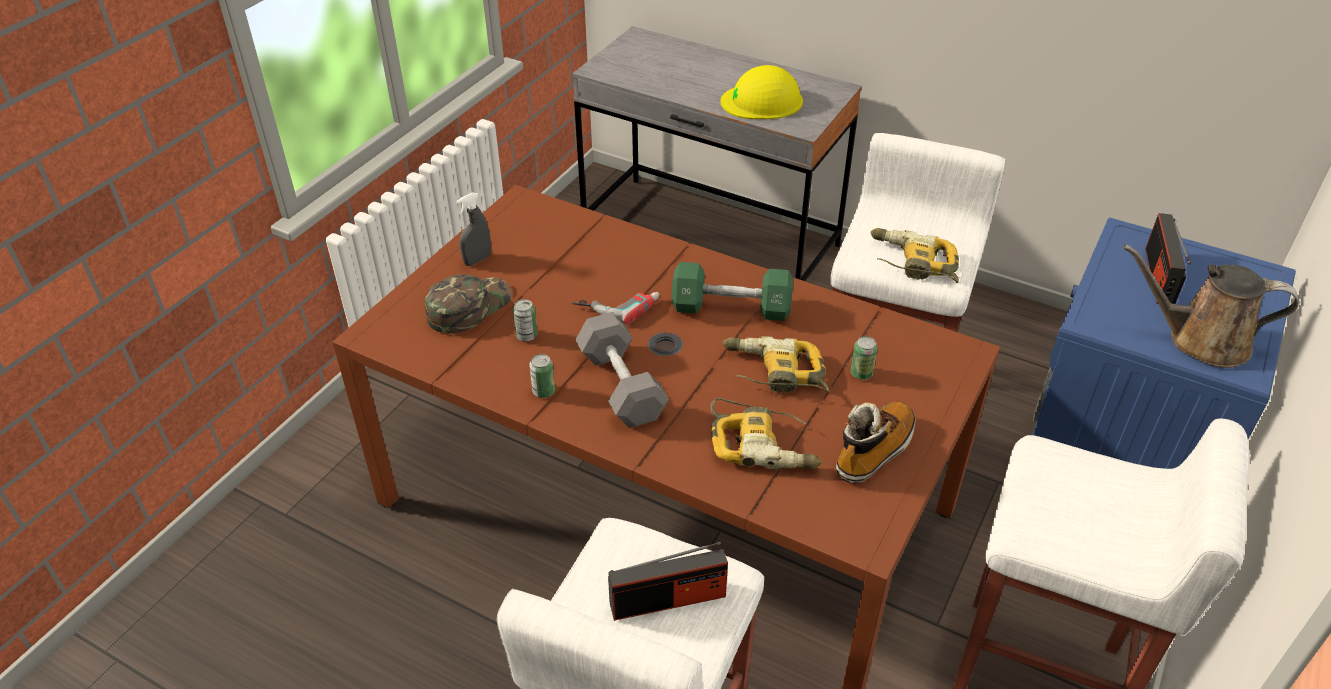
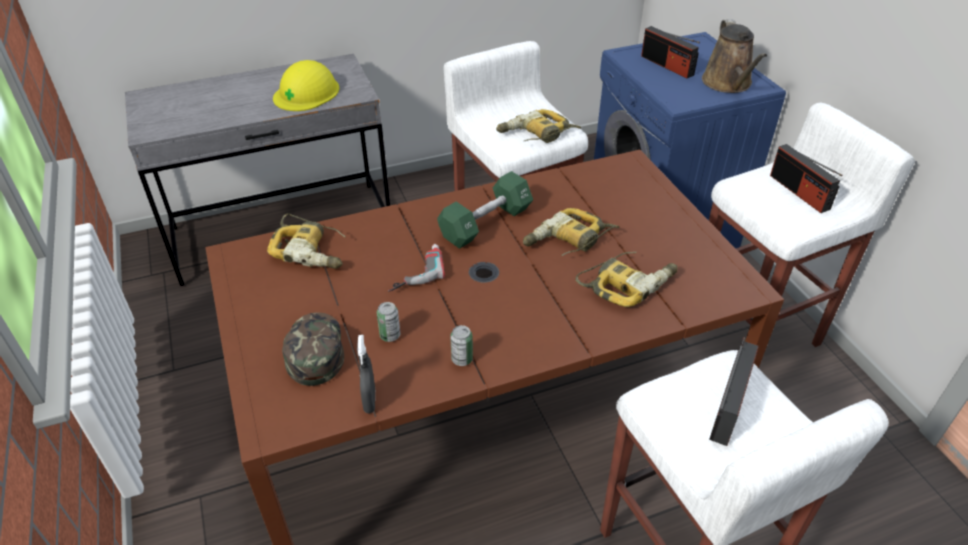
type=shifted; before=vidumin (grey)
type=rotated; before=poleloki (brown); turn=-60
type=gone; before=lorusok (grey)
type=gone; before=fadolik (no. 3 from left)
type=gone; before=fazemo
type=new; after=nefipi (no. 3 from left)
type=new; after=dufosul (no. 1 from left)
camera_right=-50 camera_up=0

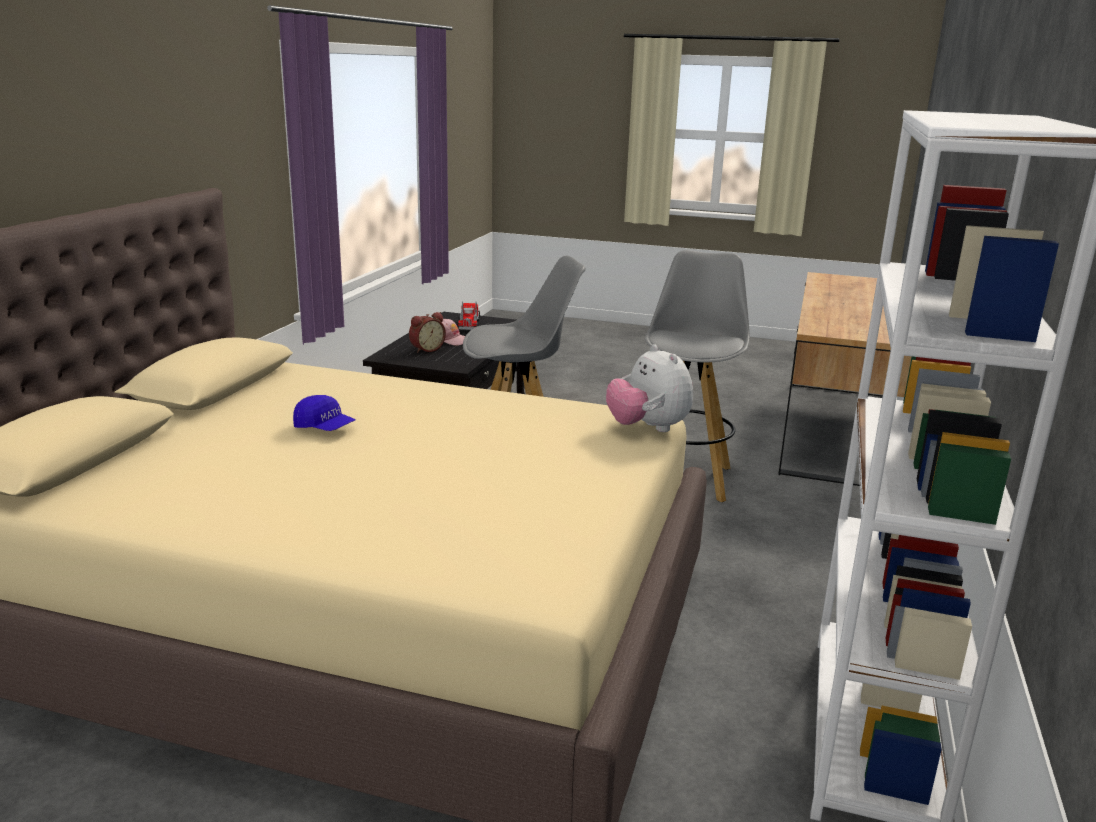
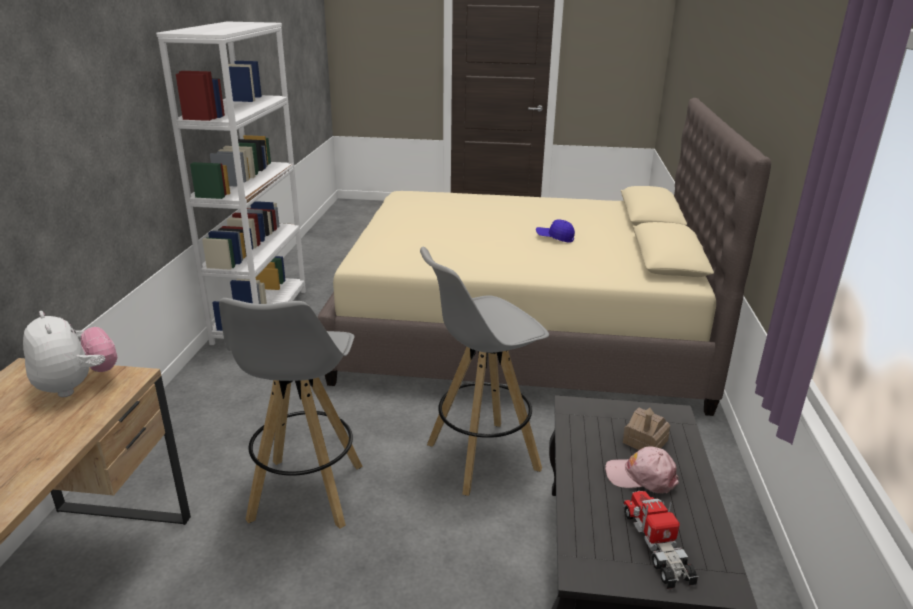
type=swapped; before=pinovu; after=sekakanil
type=shifted; before=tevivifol
camera_right=170 camera_up=5

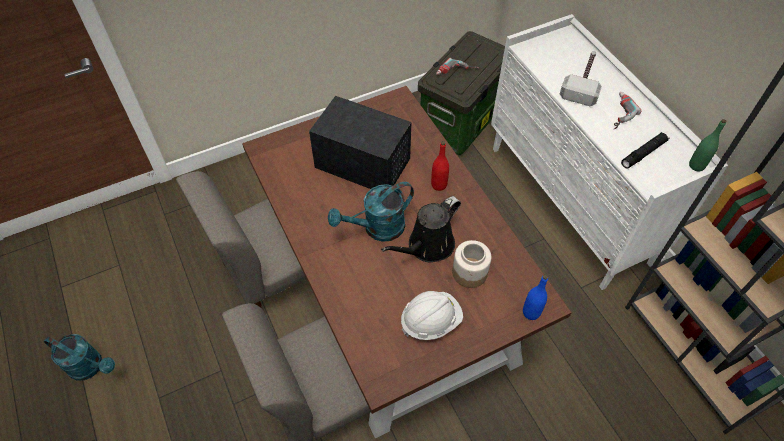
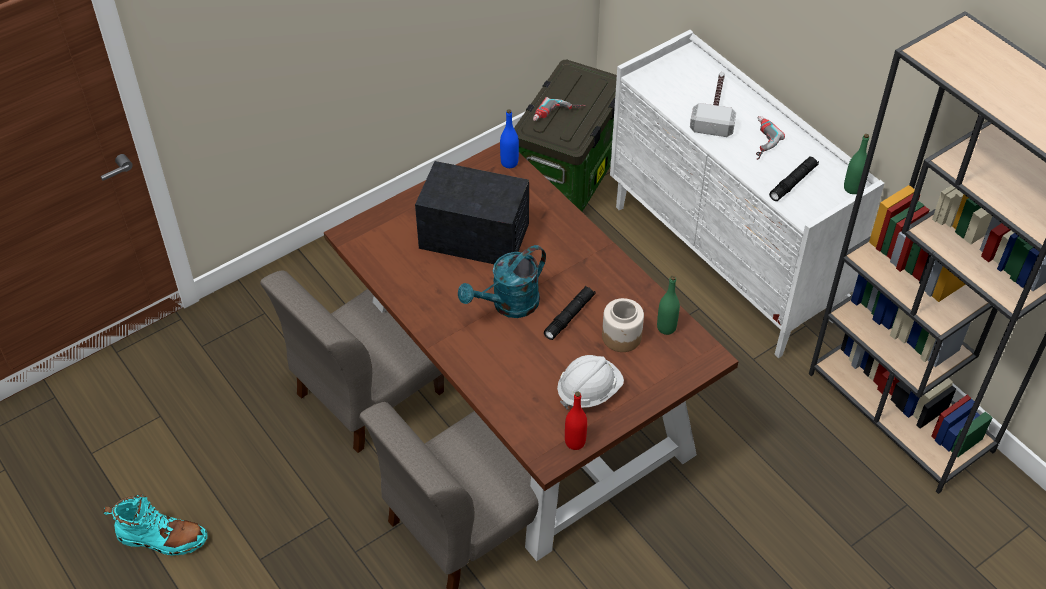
type=shifted; before=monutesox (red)
type=swapped; before=poleloki (black); after=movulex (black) (no. 1 from left)
type=shifted; before=monutesox (blue)
type=swapped; before=poleloki (turquoise) (no. 1 from left); after=fazemo (turquoise)
type=new; after=monutesox (green) (no. 1 from left)
camera_right=-10 camera_up=-5

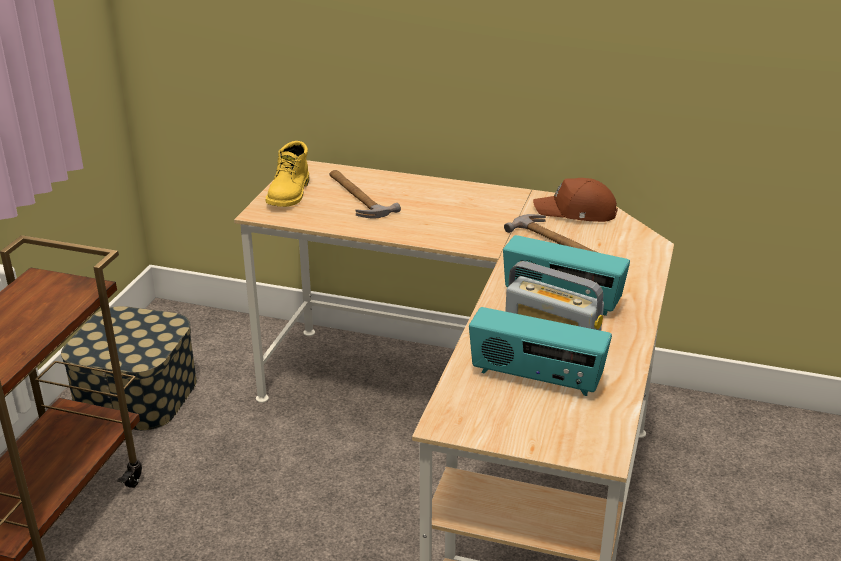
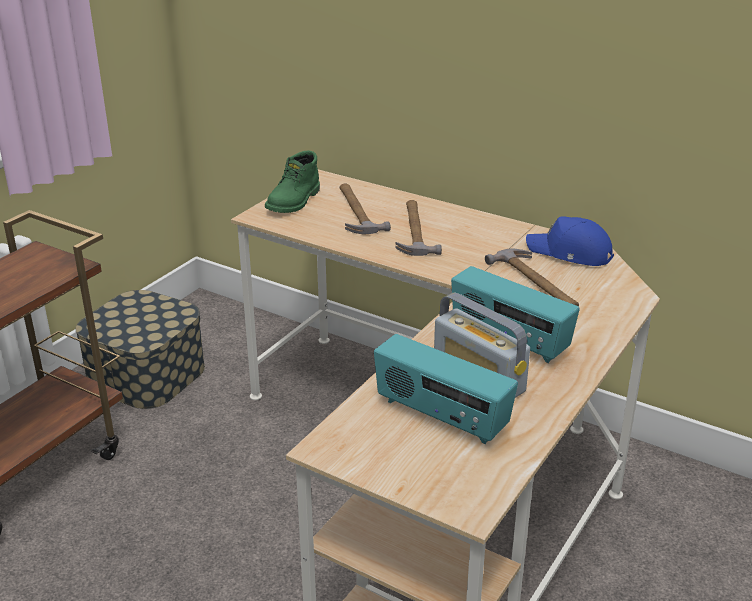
type=repainted; before=fazemo (yellow); after=fazemo (green)
type=repainted; before=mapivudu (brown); after=mapivudu (blue)
type=new; after=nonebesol (no. 2 from left)
camera_right=15 camera_up=0

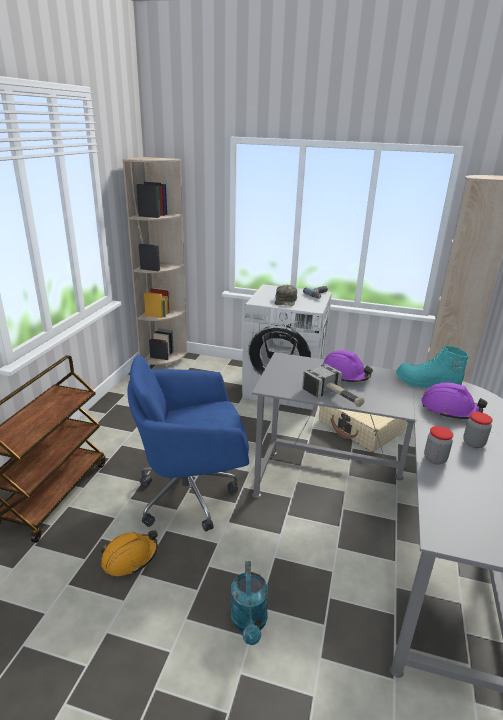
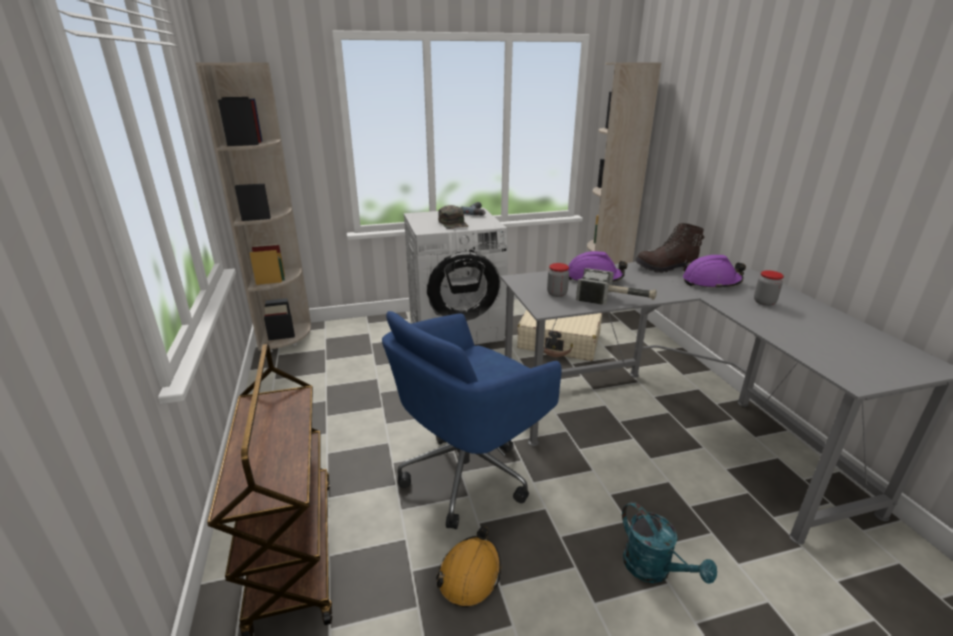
type=repainted; before=fazemo (turquoise); after=fazemo (brown)
type=shifted; before=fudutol (no. 1 from left)
camera_right=-30 camera_up=0

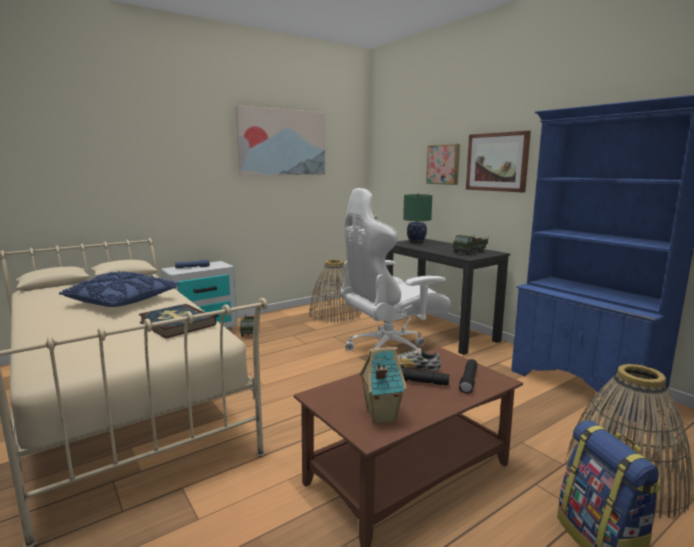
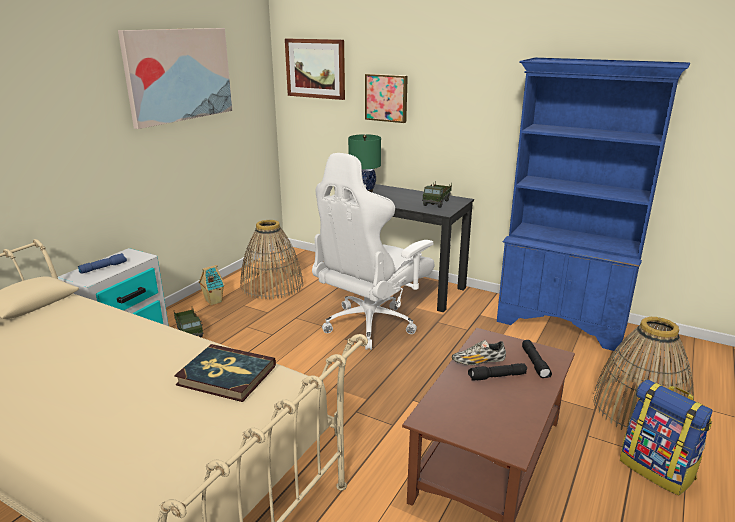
type=shifted; before=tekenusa (no. 3 from left in the first image); after=tekenusa (no. 2 from left)
type=gone; before=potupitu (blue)
type=shifted; before=sekakanil
camera_right=-25 camera_up=10

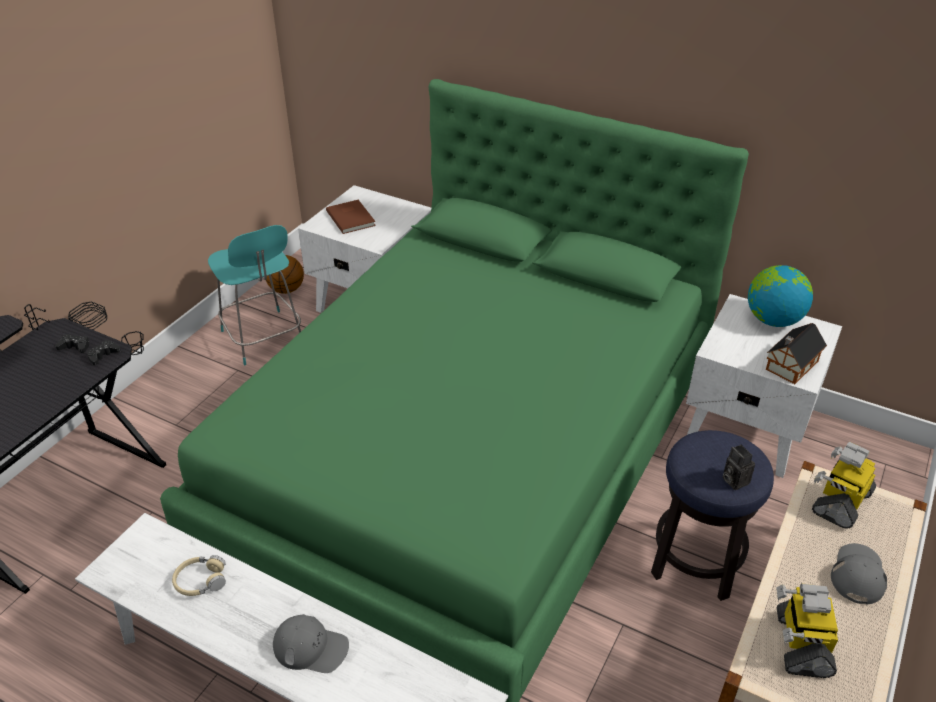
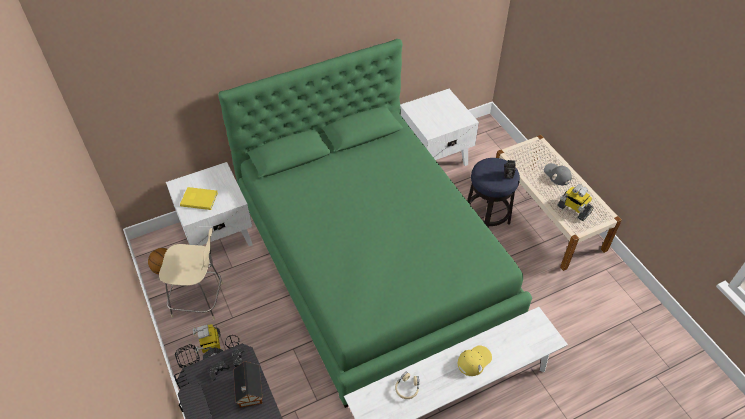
type=repainted; before=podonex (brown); after=podonex (yellow)
type=repainted; before=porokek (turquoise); after=porokek (beige)
type=gone; before=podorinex
type=shifted; before=sekakanil
type=shifted; before=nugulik (no. 2 from left in the first image); after=nugulik (no. 1 from left)
type=repainted; before=mapivudu (grey) (no. 1 from left); after=mapivudu (yellow)
camera_right=-55 camera_up=10

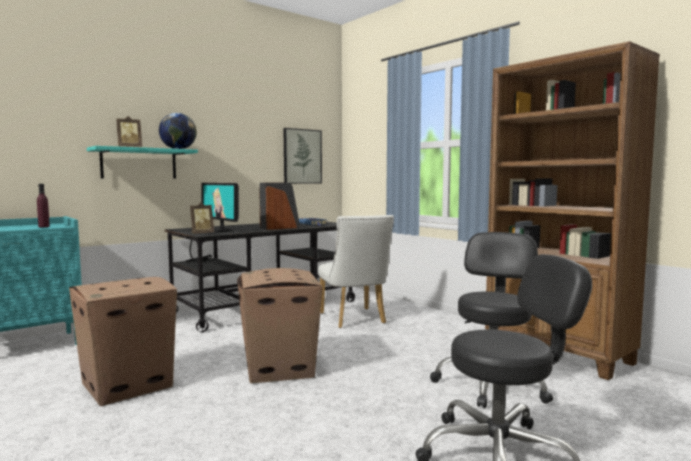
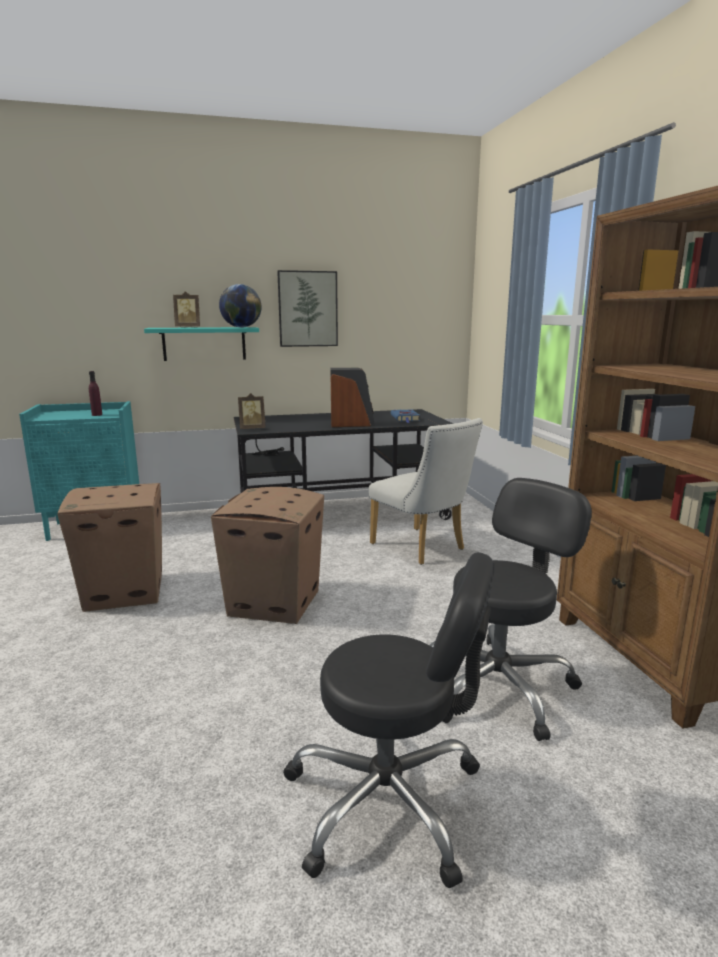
type=shifted; before=tekenusa
type=gone; before=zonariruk
type=rotated; before=porokek (white); turn=-45
camera_right=25 camera_up=10

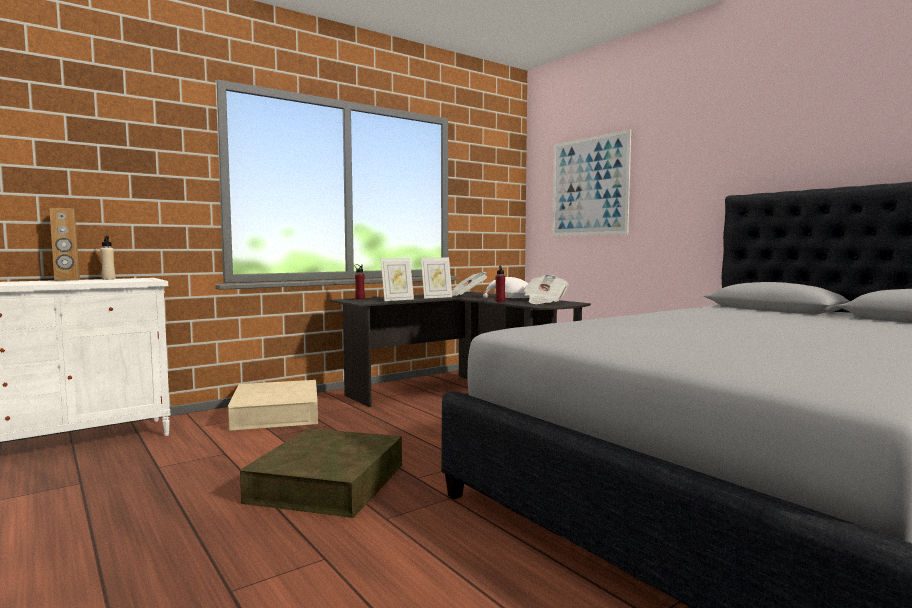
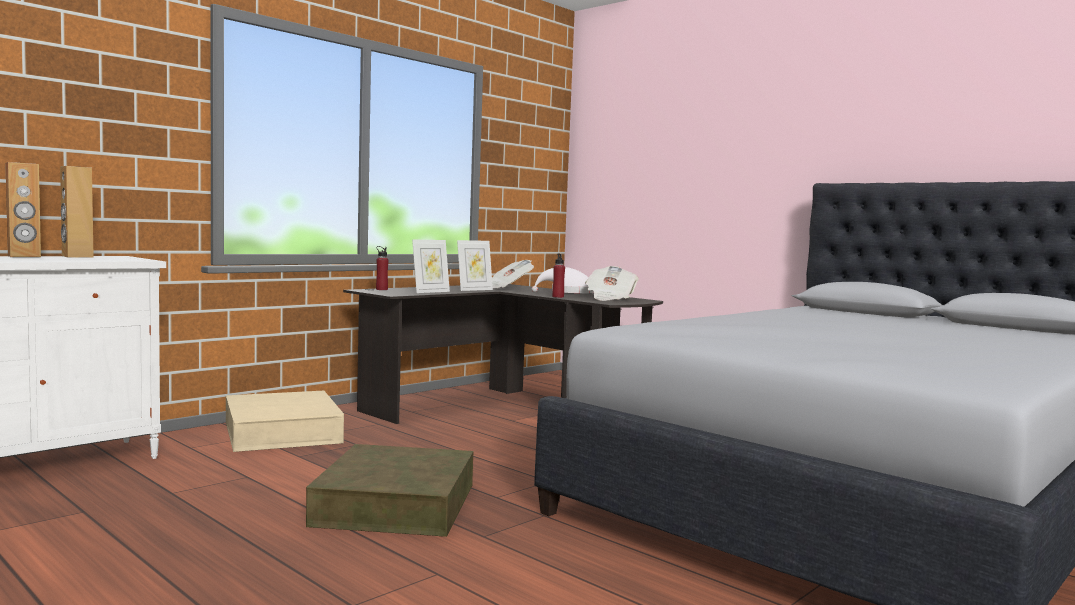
type=gone; before=tekenusa
type=swapped; before=monutesox (beige); after=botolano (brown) (no. 2 from left)
camera_right=-10 camera_up=0

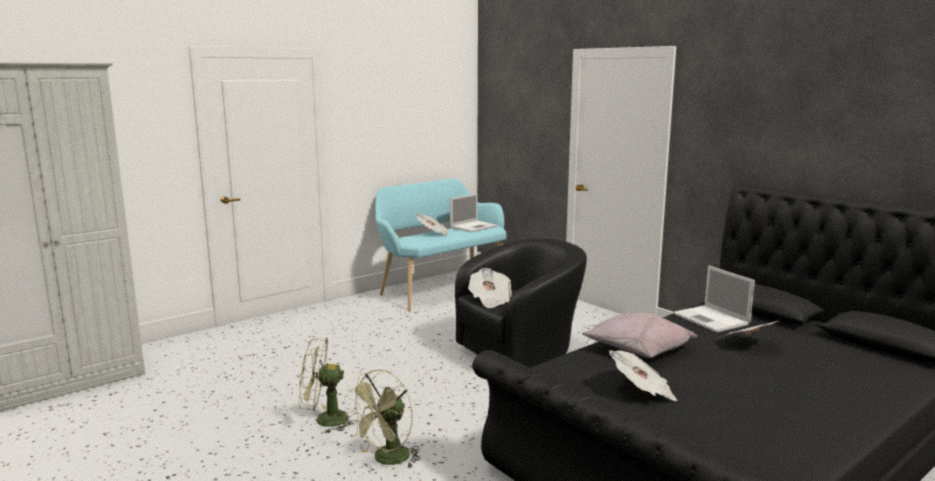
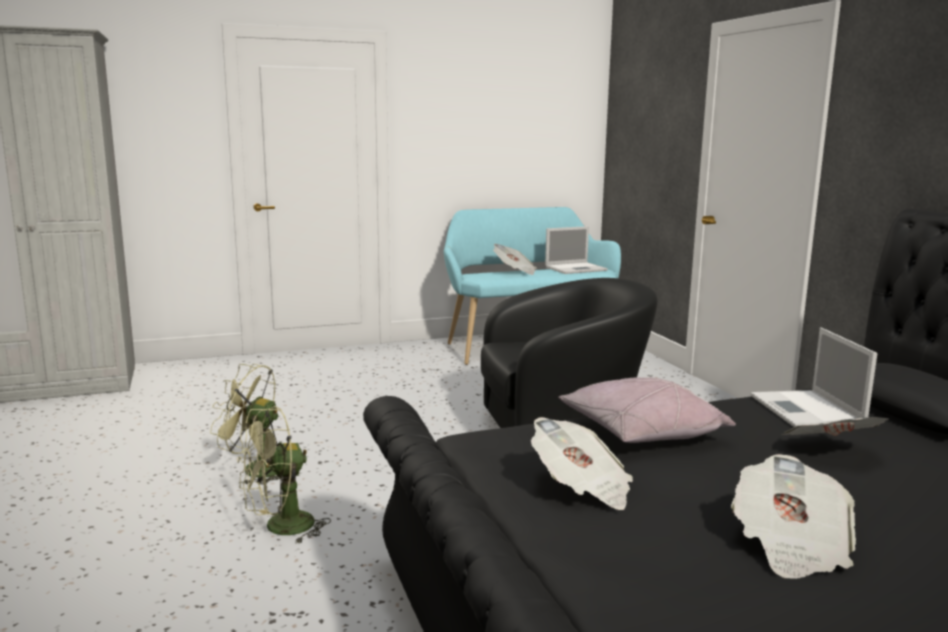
type=shifted; before=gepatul (no. 2 from left in the first image); after=gepatul (no. 3 from left)
camera_right=20 camera_up=0

